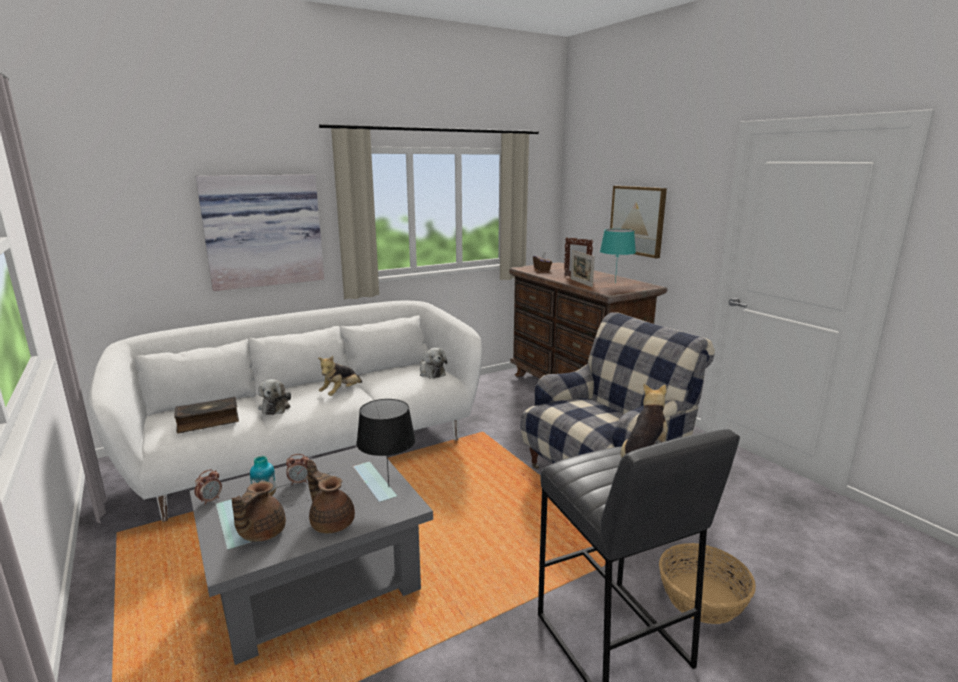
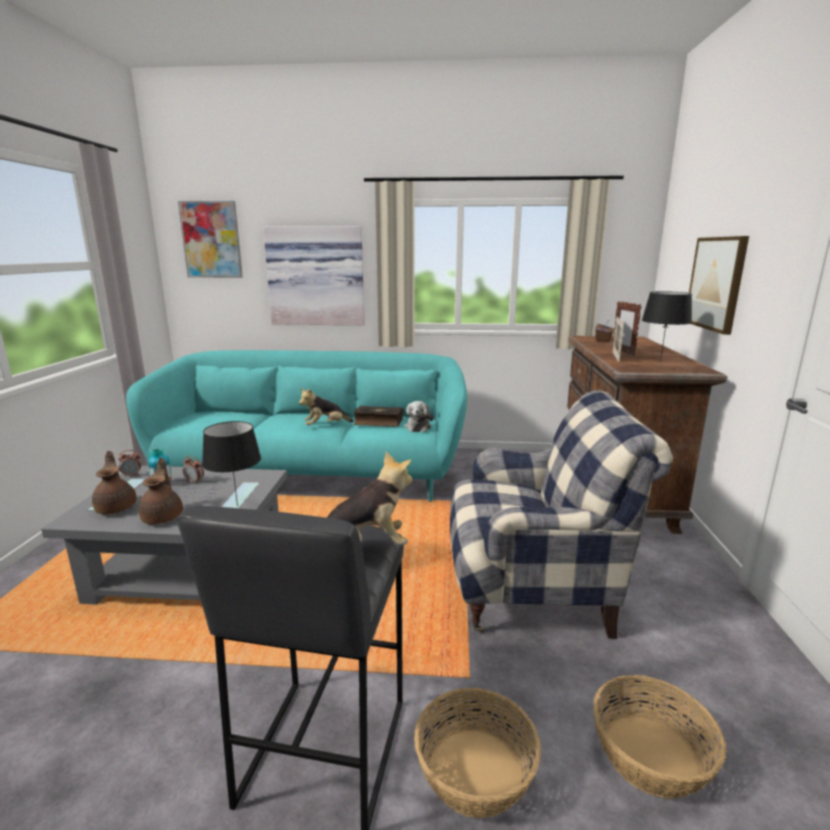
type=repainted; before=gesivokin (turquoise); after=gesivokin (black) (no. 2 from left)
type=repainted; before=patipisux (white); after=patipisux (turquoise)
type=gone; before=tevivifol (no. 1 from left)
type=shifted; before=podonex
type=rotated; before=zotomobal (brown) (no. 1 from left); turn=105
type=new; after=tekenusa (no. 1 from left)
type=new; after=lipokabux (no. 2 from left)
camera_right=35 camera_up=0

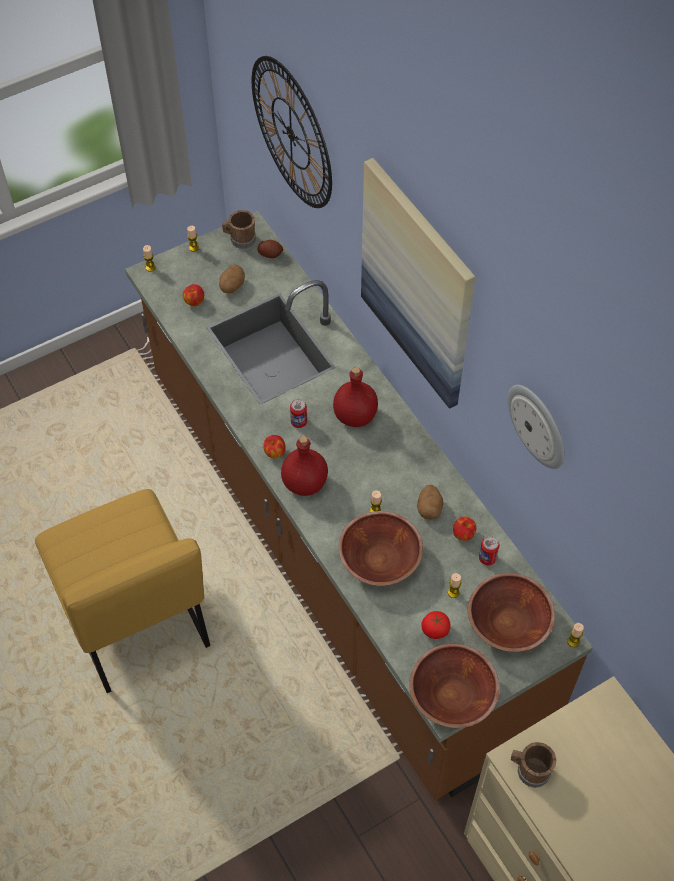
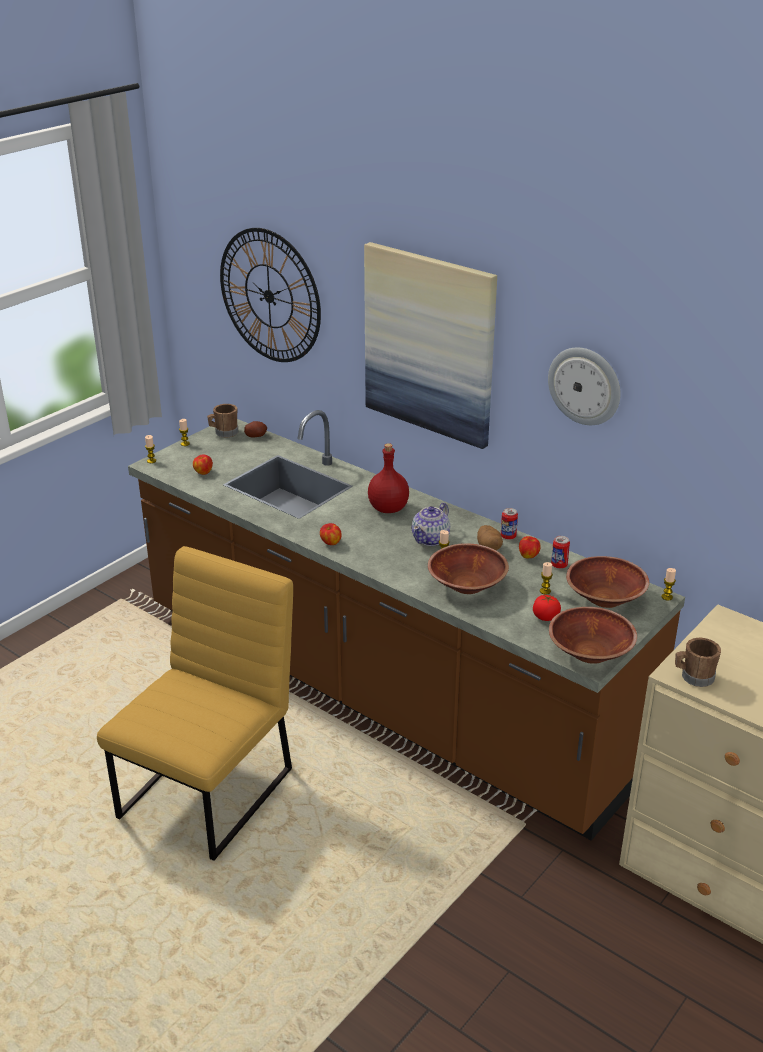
type=gone; before=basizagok (no. 1 from left)
type=shifted; before=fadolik (no. 1 from left)
type=gone; before=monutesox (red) (no. 1 from left)
type=rotated; before=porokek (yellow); turn=-105
type=new; after=zotomobal
camera_right=-20 camera_up=-25

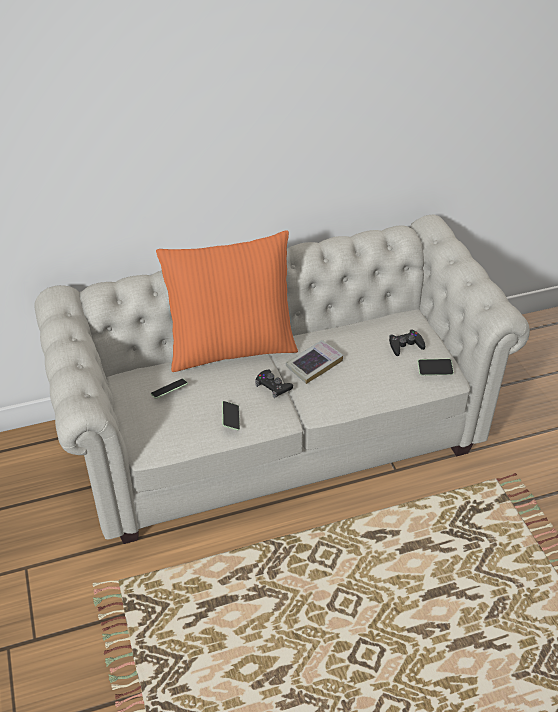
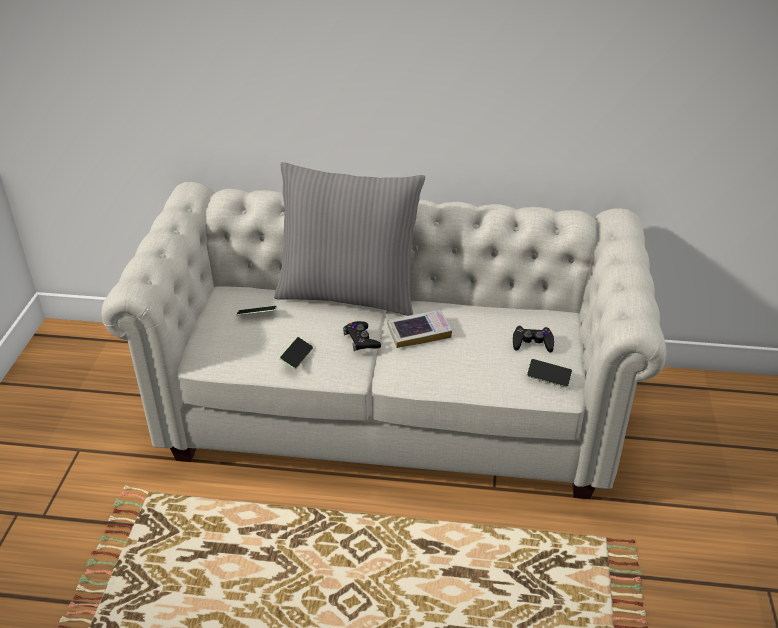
type=repainted; before=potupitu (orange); after=potupitu (grey)
camera_right=25 camera_up=-5

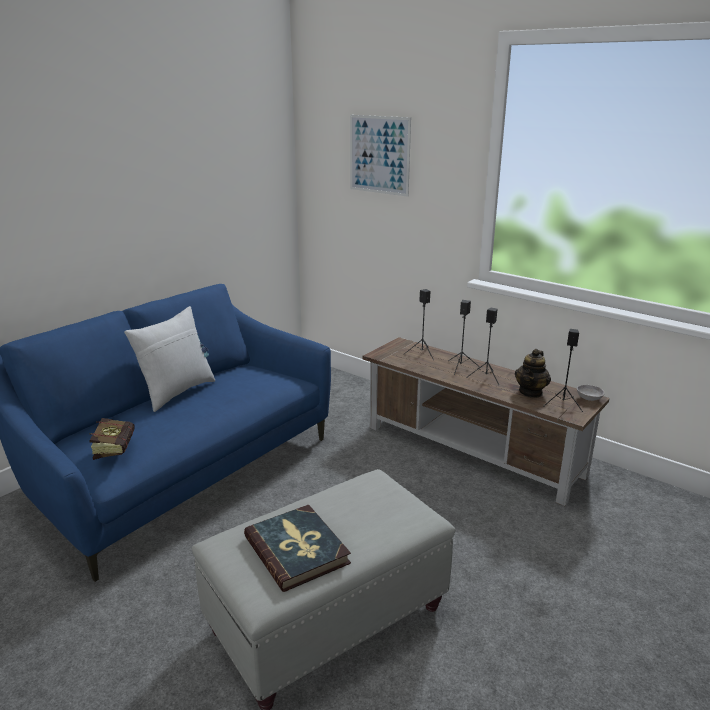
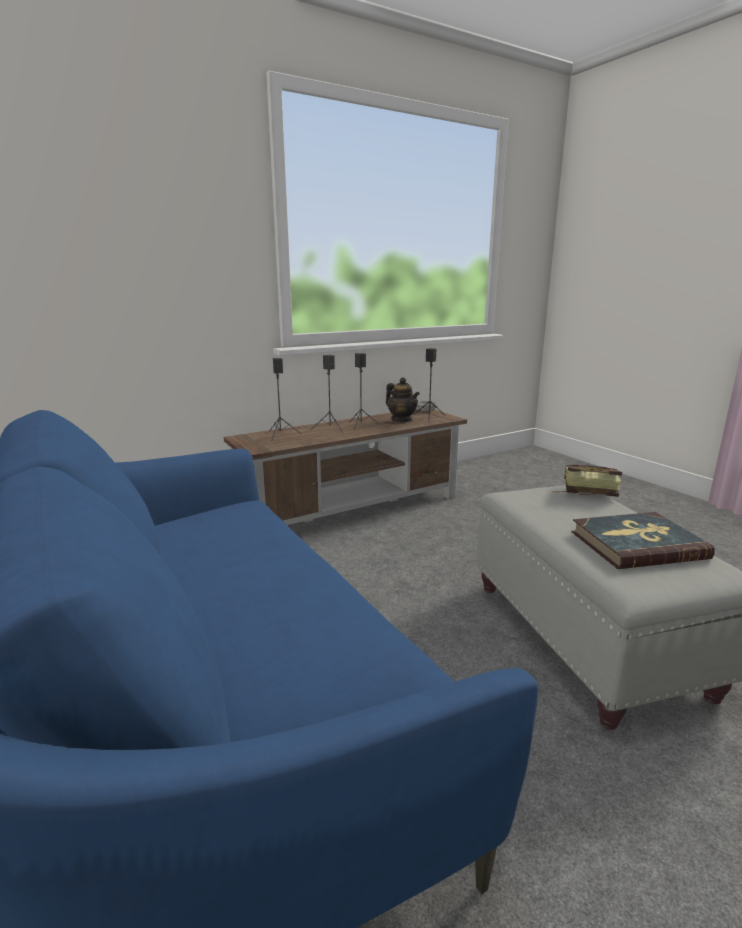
type=gone; before=tekenusa
type=gone; before=potupitu (grey)
type=shifted; before=podonex (no. 1 from left)
camera_right=-70 camera_up=-5

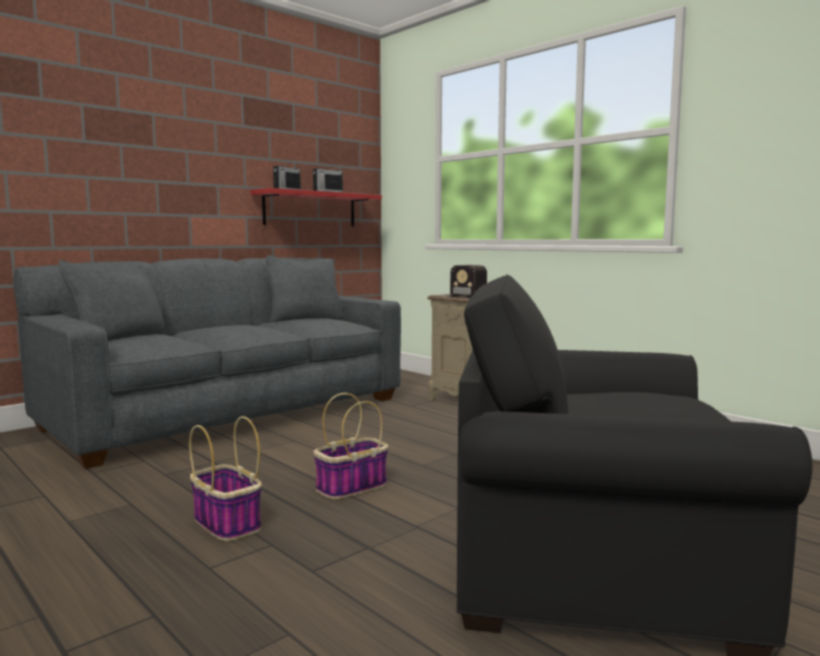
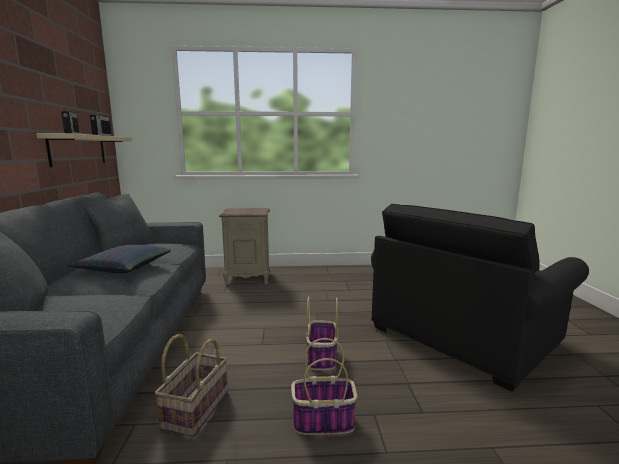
type=repainted; before=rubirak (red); after=rubirak (beige)
type=gone; before=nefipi (no. 3 from left)
type=new; after=potupitu (blue)
type=new; after=lipokabux (no. 1 from left)
camera_right=-50 camera_up=5

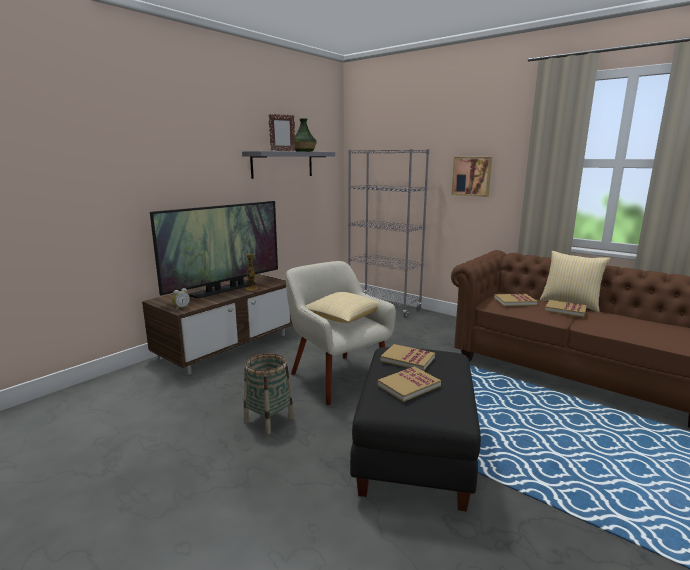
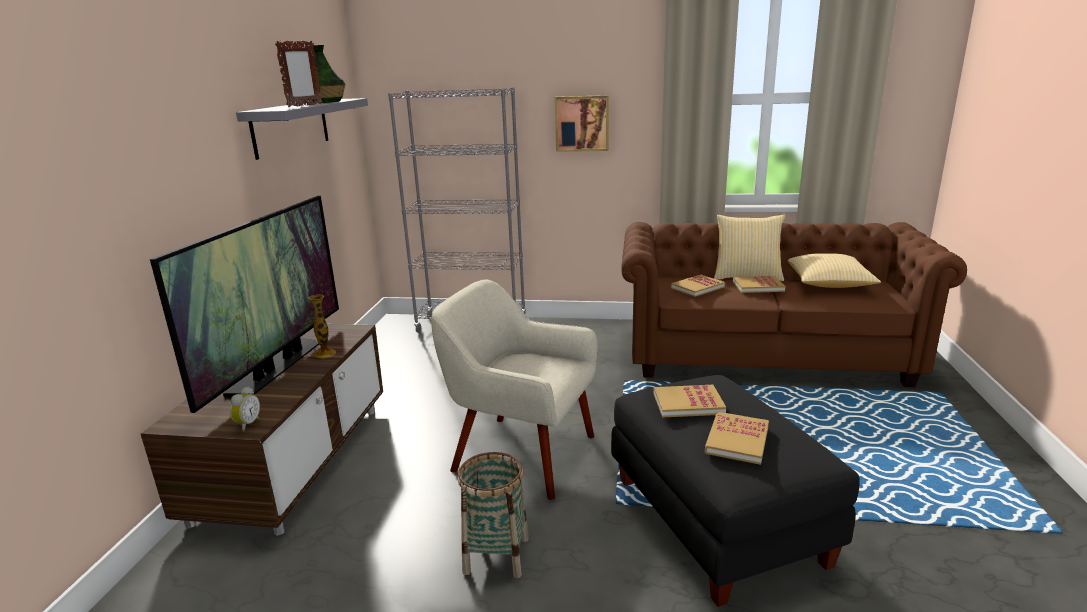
type=shifted; before=potupitu (no. 1 from left in the first image); after=potupitu (no. 2 from left)
camera_right=-30 camera_up=5

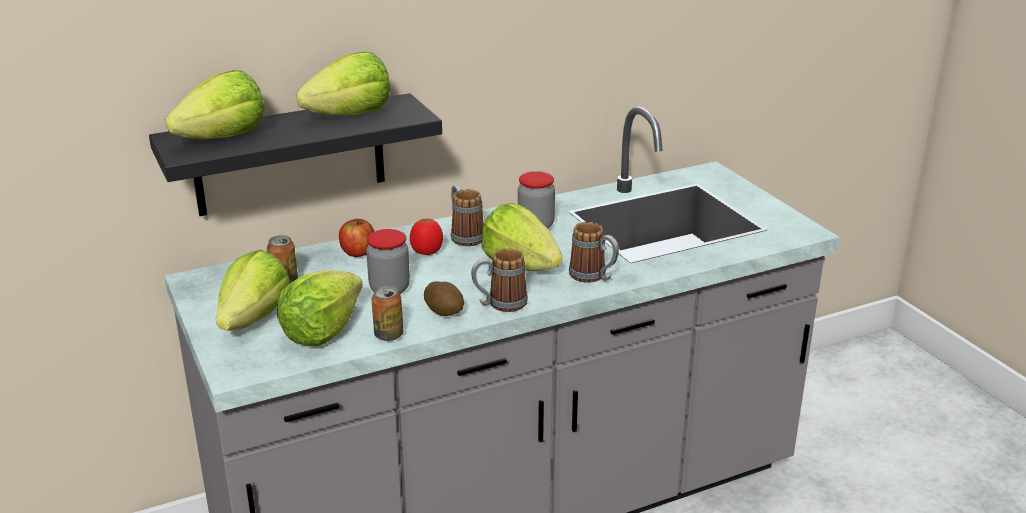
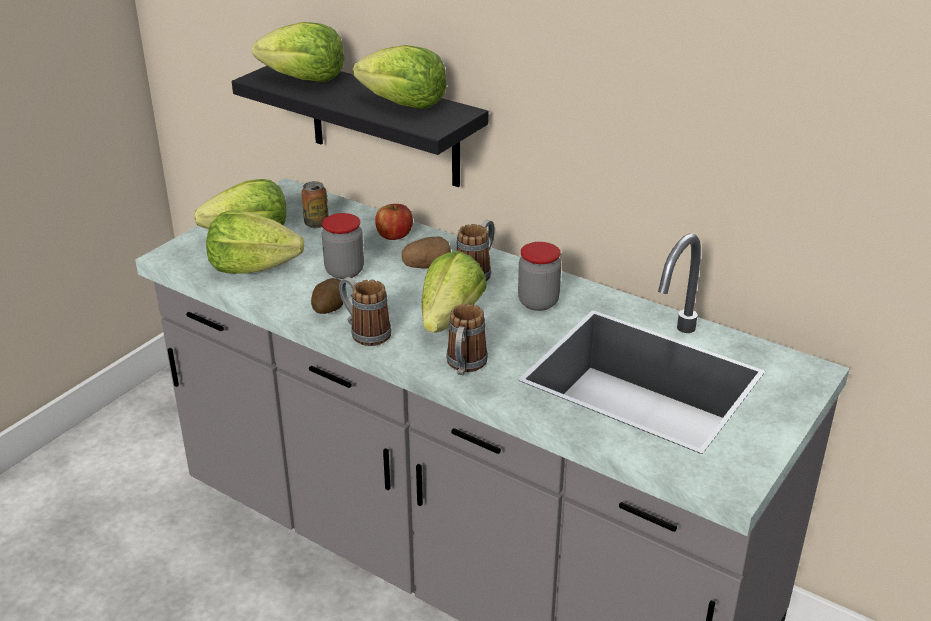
type=swapped; before=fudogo; after=basizagok (no. 2 from left)
type=gone; before=fadolik (no. 2 from left)
camera_right=60 camera_up=5

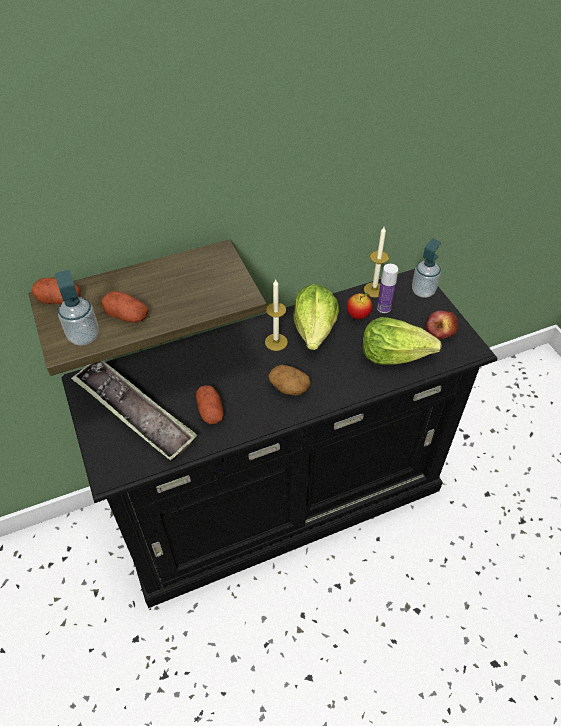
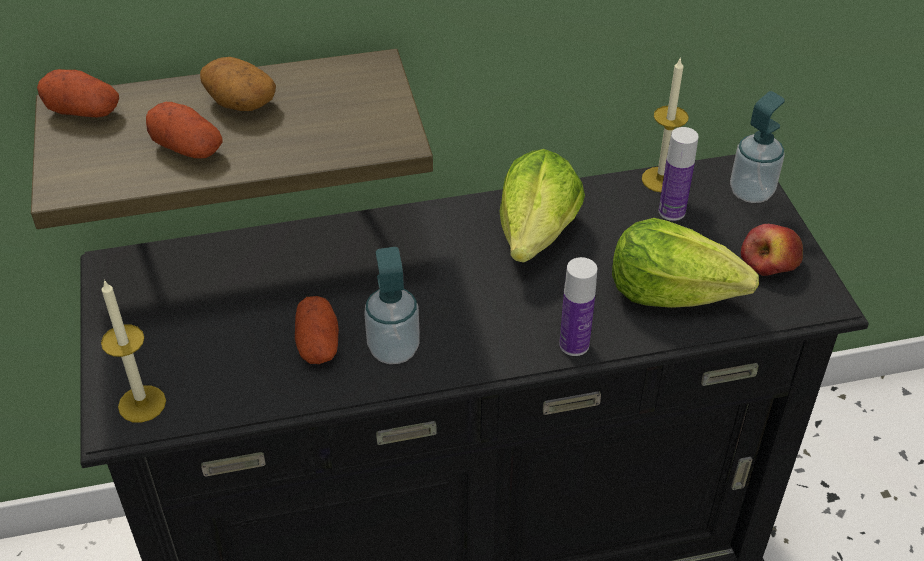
type=shifted; before=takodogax (no. 1 from left)
type=shifted; before=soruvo (no. 1 from left)
type=gone; before=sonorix (no. 1 from left)
type=gone; before=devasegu
type=shifted; before=basizagok (no. 4 from left in the first image); after=basizagok (no. 3 from left)
type=new; after=monutesox (no. 1 from left)
camera_right=10 camera_up=-5

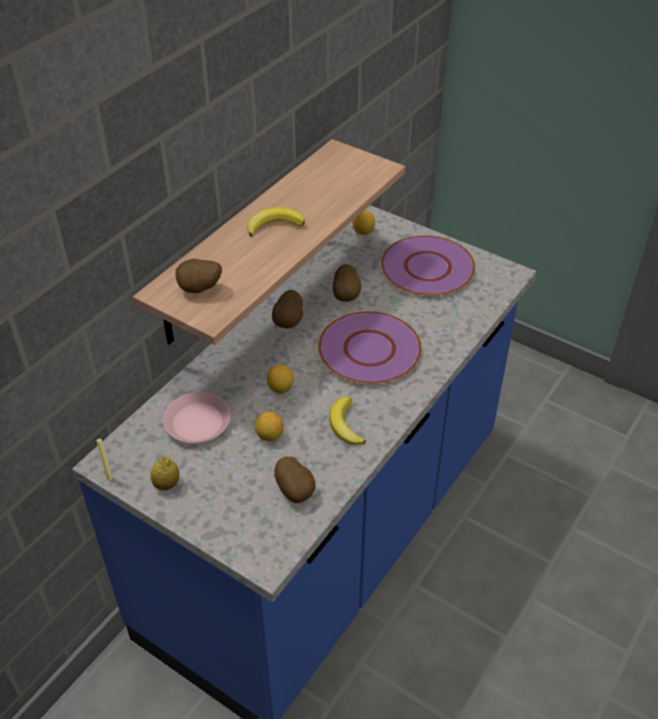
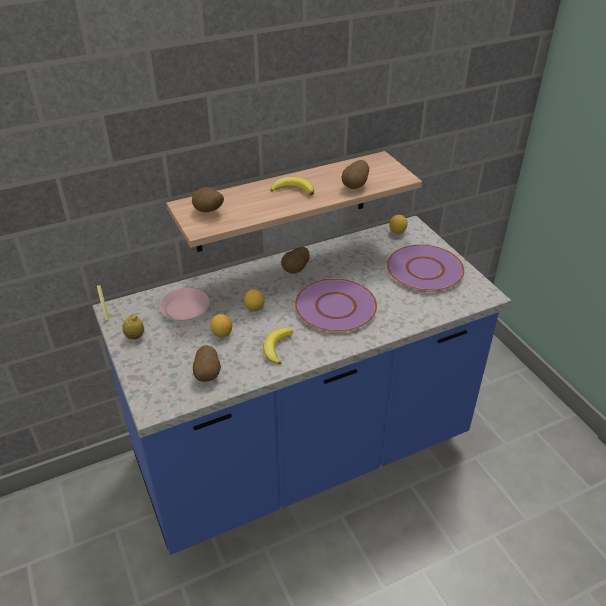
type=shifted; before=basizagok (no. 4 from left)
camera_right=30 camera_up=-5

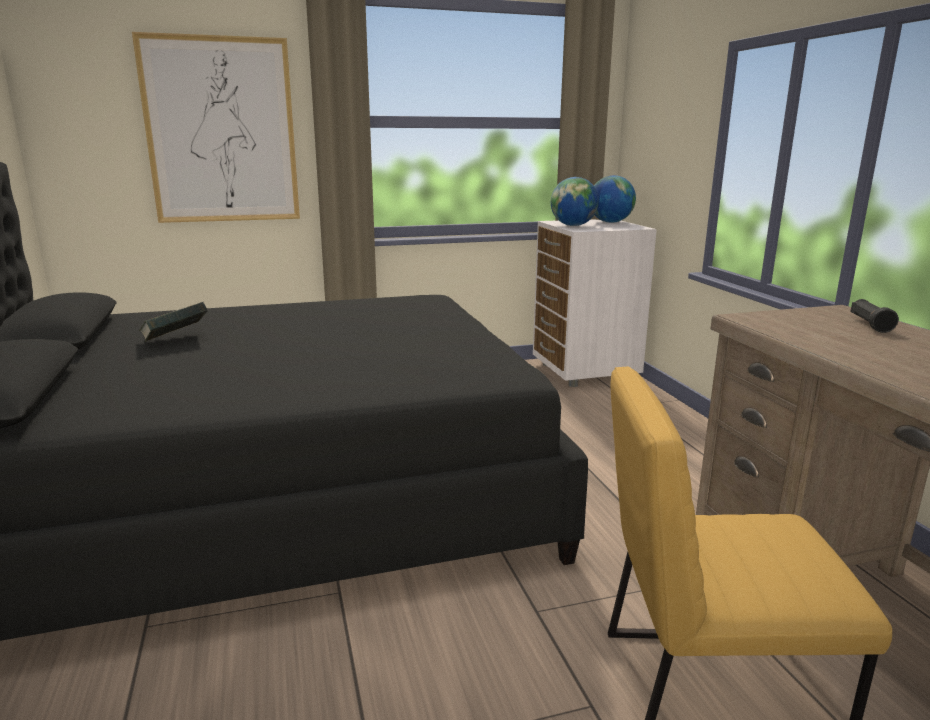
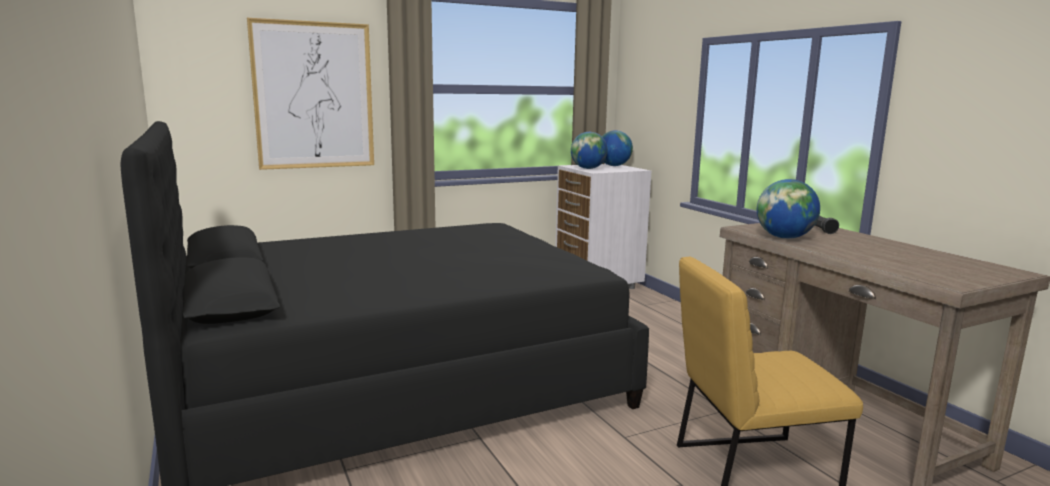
type=gone; before=podonex
type=new; after=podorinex (no. 3 from left)
camera_right=-10 camera_up=-5

